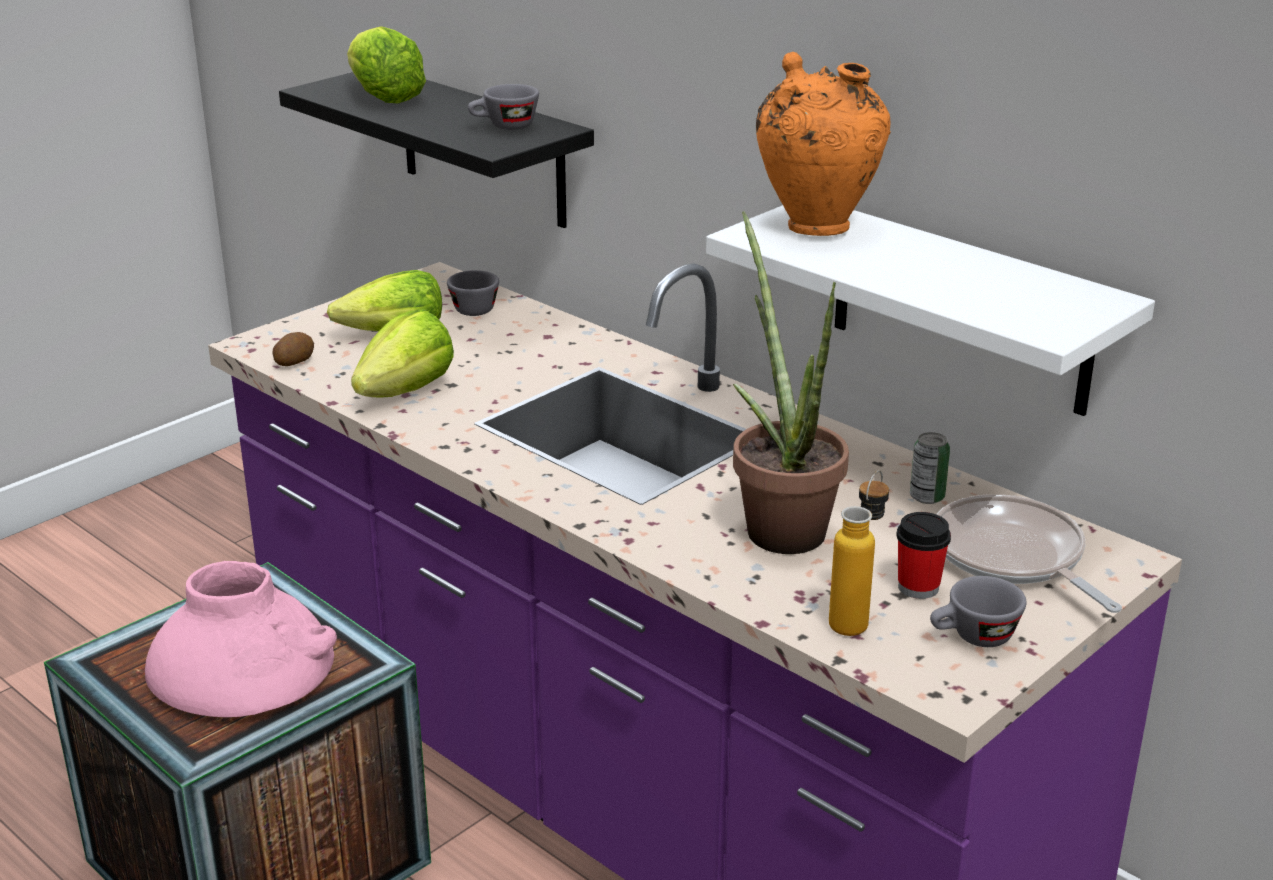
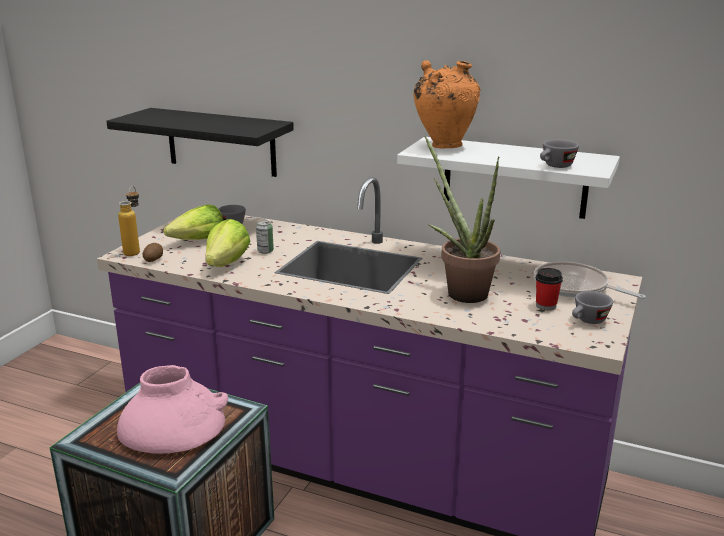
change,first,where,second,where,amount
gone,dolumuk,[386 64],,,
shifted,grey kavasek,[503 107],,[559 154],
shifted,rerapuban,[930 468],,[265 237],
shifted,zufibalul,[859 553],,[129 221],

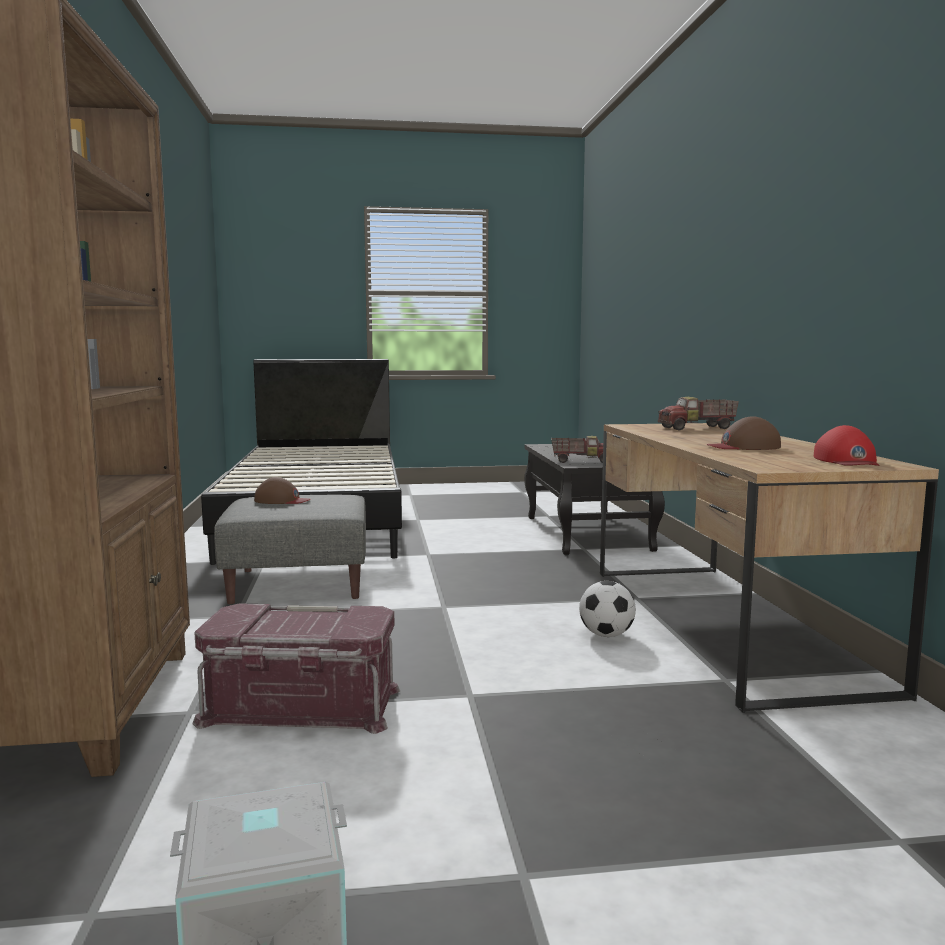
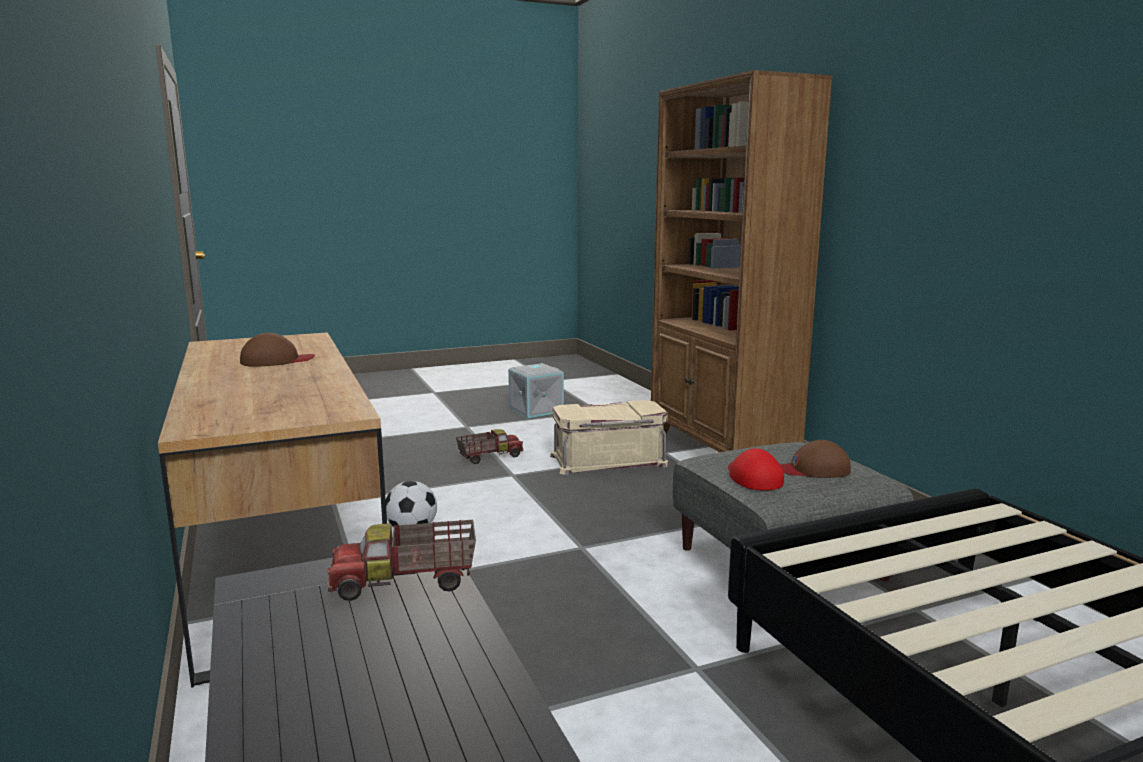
change,first,where,second,where,amount
shifted,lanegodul,[698 414],,[489 446],
shifted,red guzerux,[847 445],,[756 469],
repainted,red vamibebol,[296 669],beige vamibebol,[610 437],

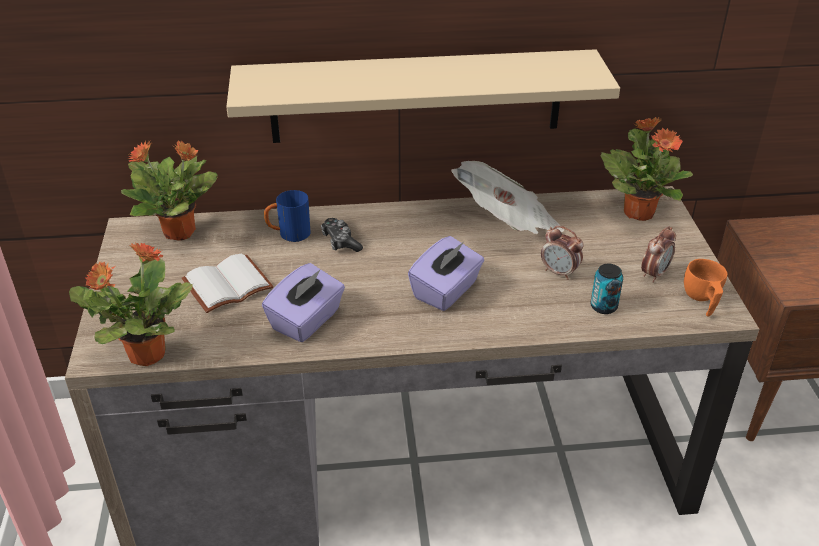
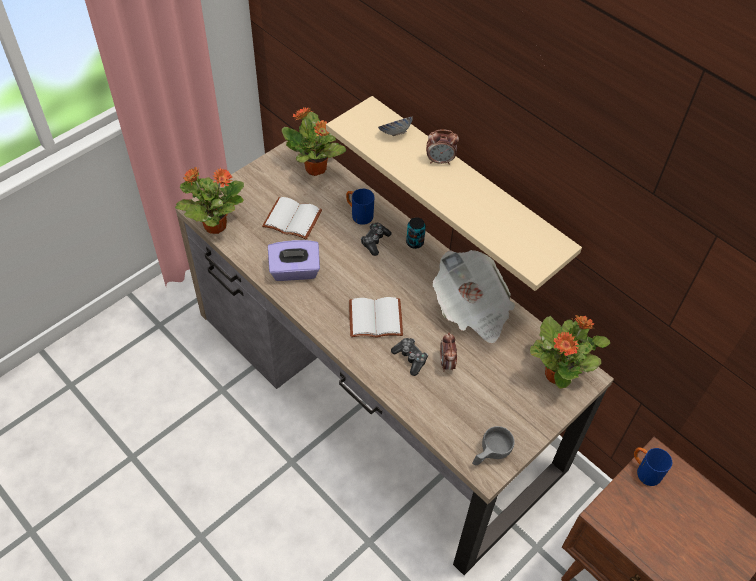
change,first,where,second,where,amount
shifted,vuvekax,[658 254],,[442 147],
swapped,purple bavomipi,[446 273],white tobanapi,[376 317],
repainted,orange kavasek,[705 288],grey kavasek,[493 445],
shifted,rerapuban,[606 289],,[416 233],
new,,,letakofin,[395 126],
new,,,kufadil,[409 357],
new,,,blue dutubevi,[653 466],

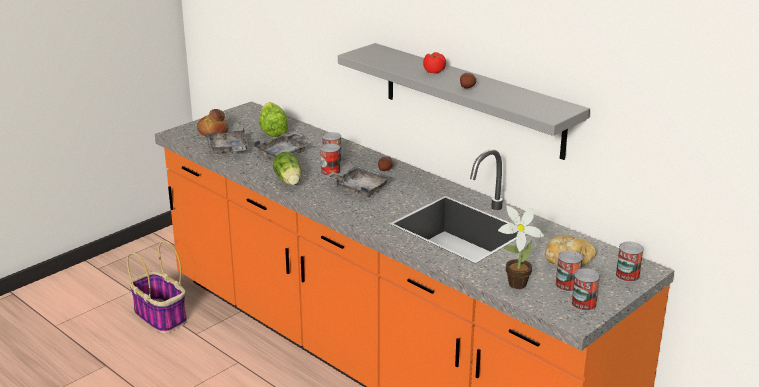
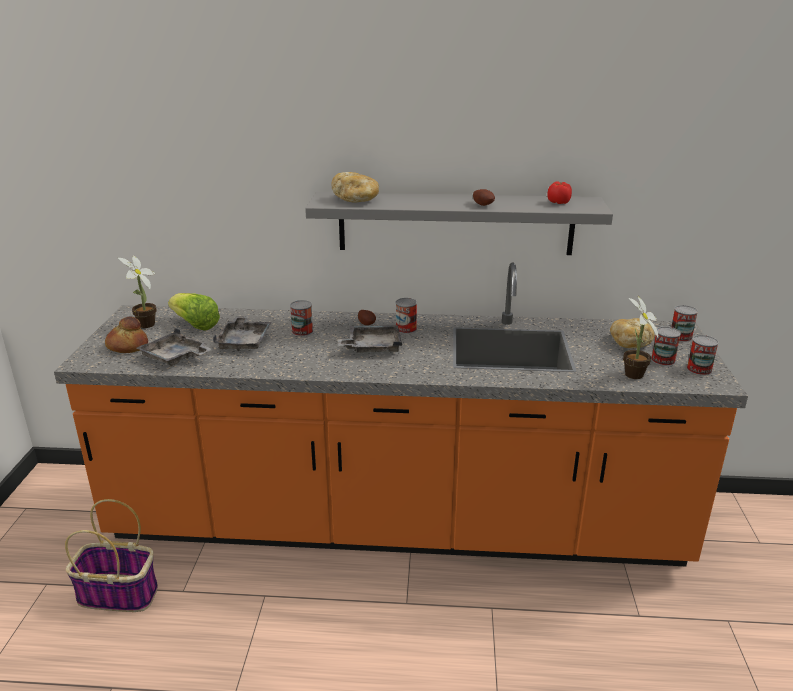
change,first,where,second,where,amount
shifted,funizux,[434 63],,[559 193],
shifted,rerapuban,[330 160],,[406 316],
gone,dolumuk,[287 168],,,
new,,,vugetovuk,[355 187],
new,,,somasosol,[137 291],

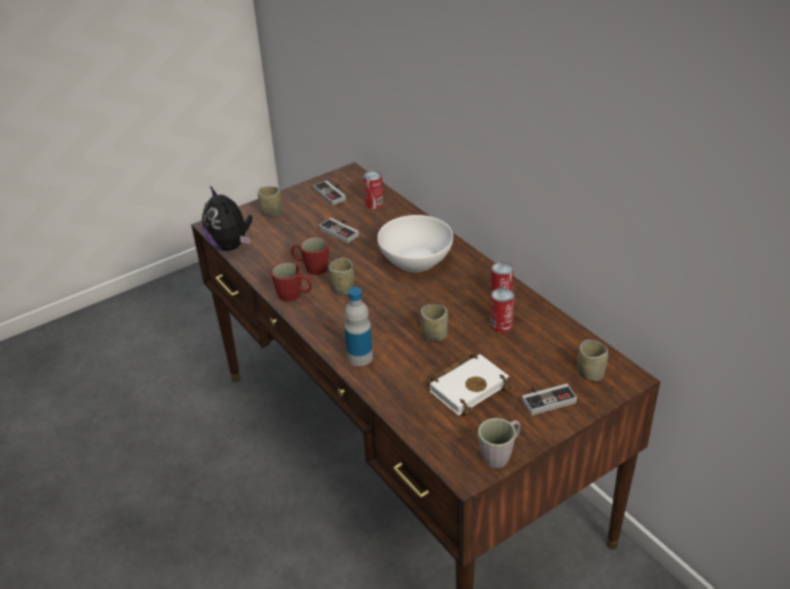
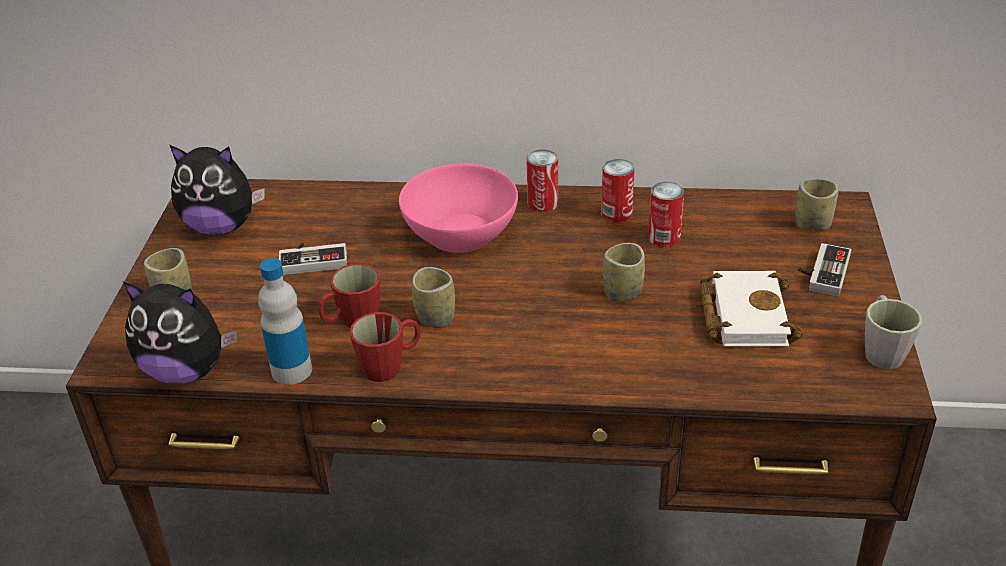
change,first,where,second,where,amount
shifted,rerapuban,[373 190],,[542 181],
swapped,kufadil,[329 193],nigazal,[217 190],
repainted,white letakofin,[415 243],pink letakofin,[458 208],
shifted,zufibalul,[358 326],,[285 321],

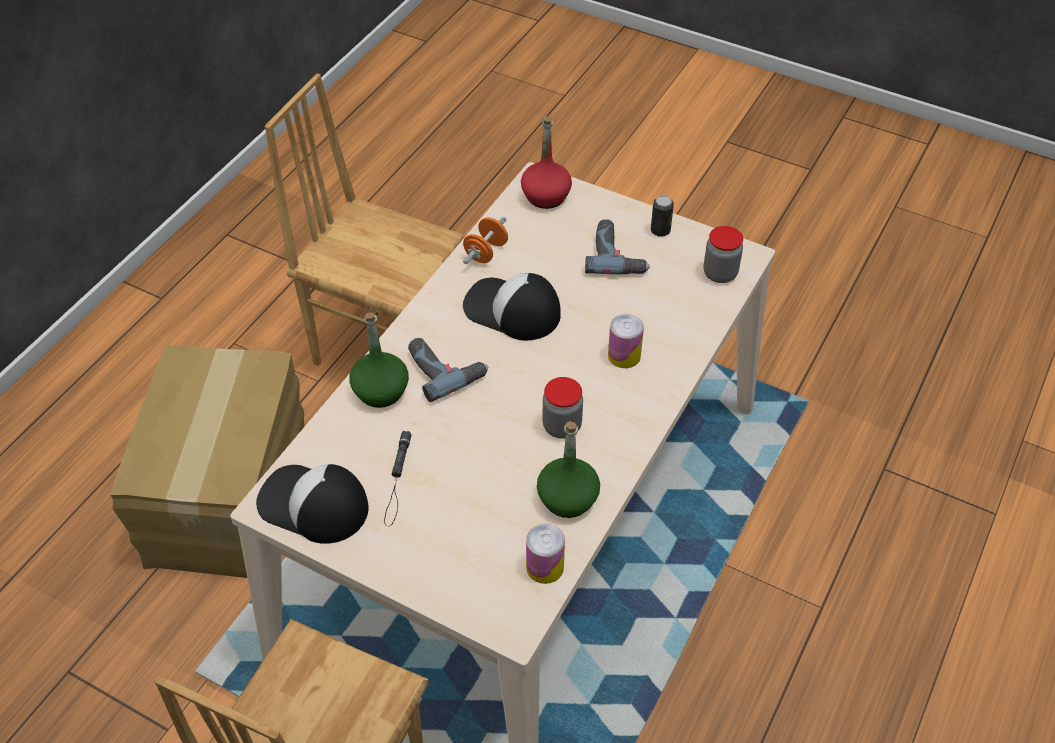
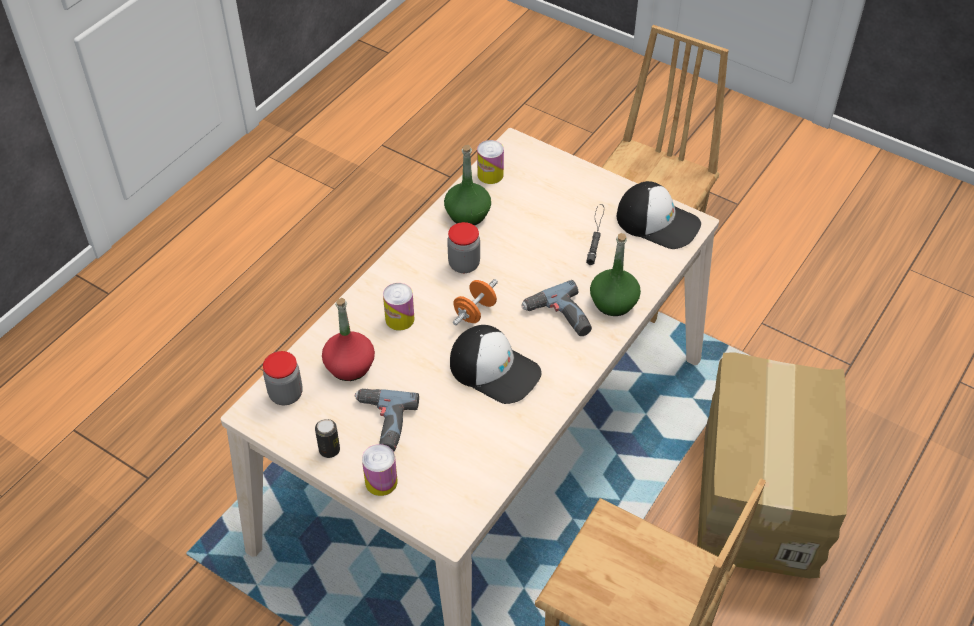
change,first,where,second,where,amount
shifted,red zufibalul,[546 162],,[348 339],
shifted,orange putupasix,[485 240],,[475 302],
new,,,rerapuban,[380 470],

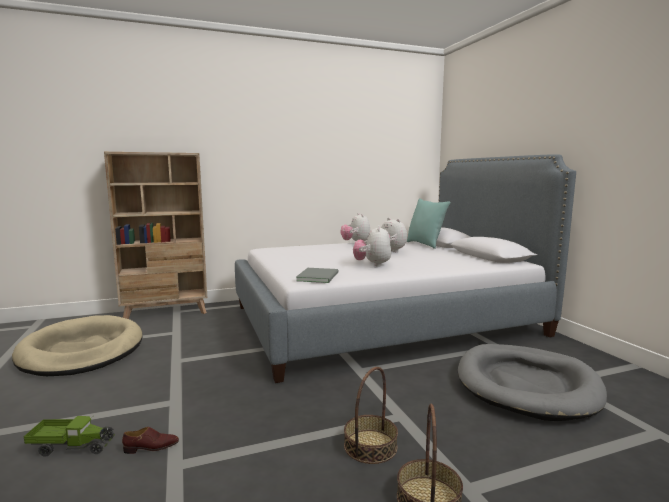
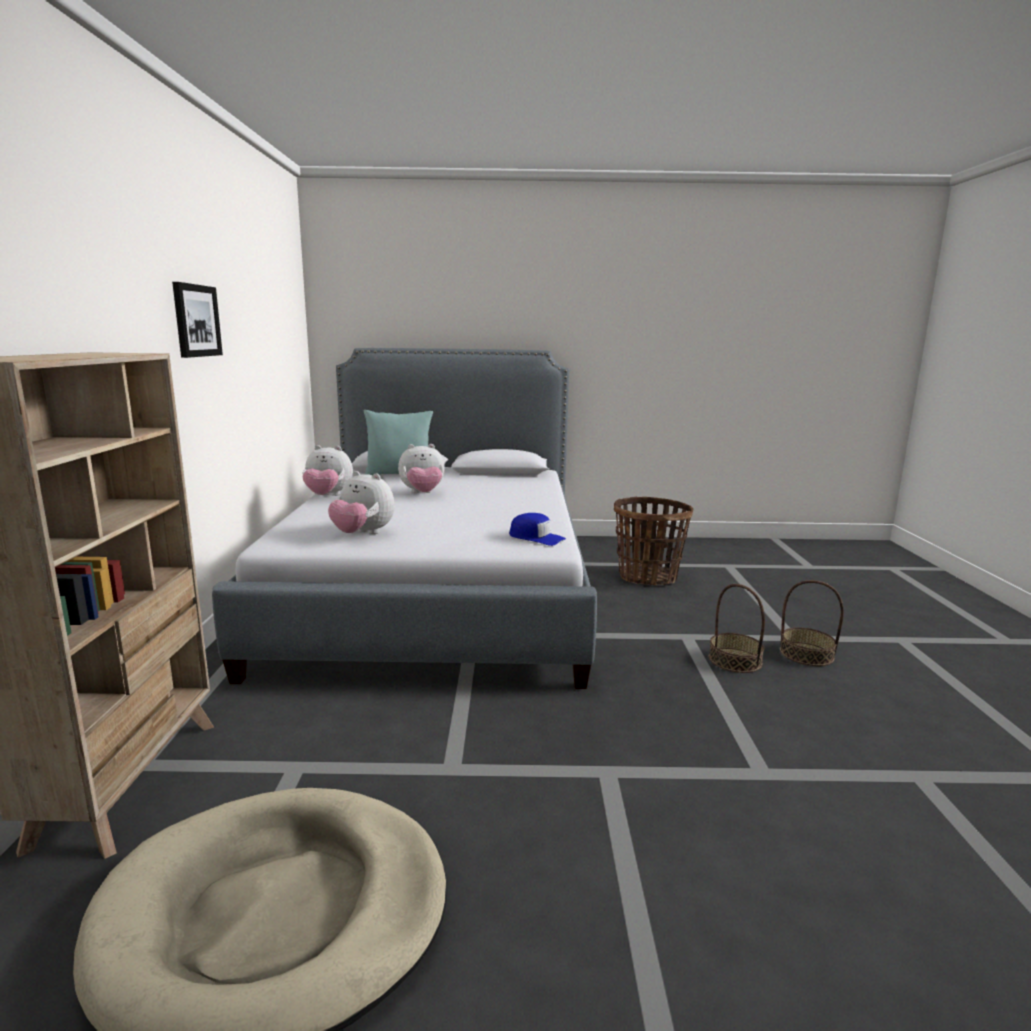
change,first,where,second,where,amount
shifted,nigazal,[372 246],,[361 502],
swapped,grey tobanapi,[317 275],blue guzerux,[537 529],
swapped,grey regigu,[532 382],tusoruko,[653 541],
gone,lanegodul,[69 436],,,
gone,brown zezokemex,[150 440],,,
new,,,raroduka,[197 320],

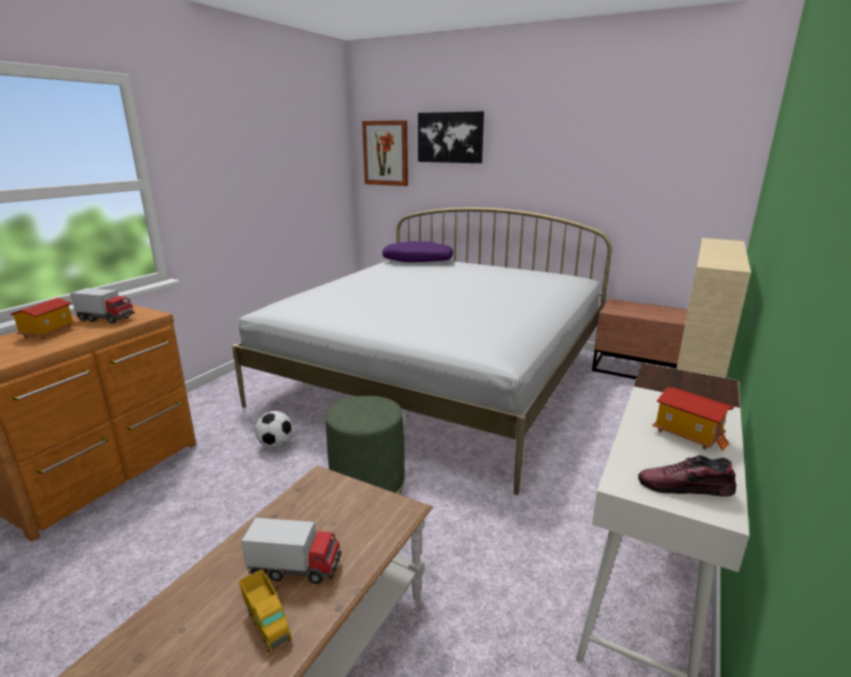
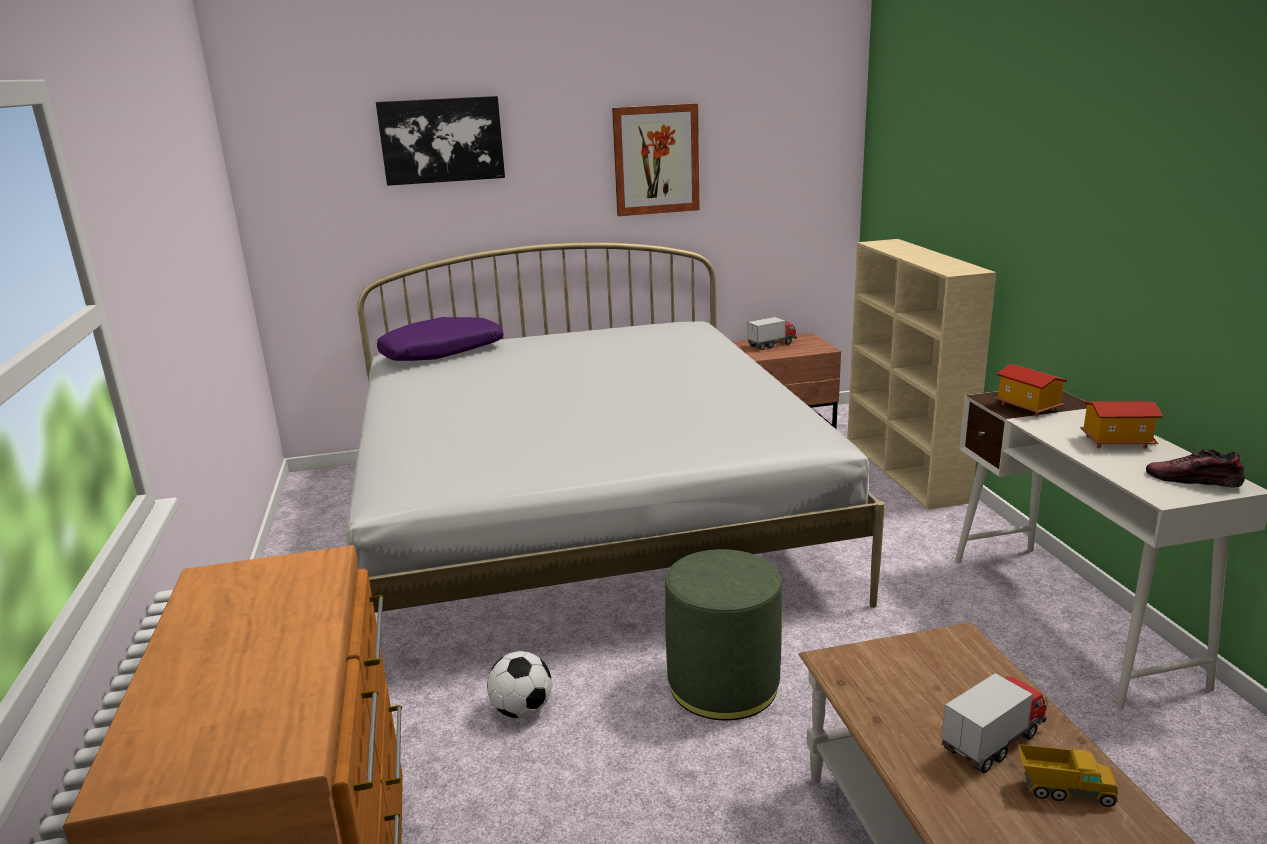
change,first,where,second,where,amount
shifted,raroduka,[385 153],,[656 159],
shifted,lanegodul,[102 306],,[772 333],
shifted,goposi,[43 318],,[1031 390],
rotated,zezokemex,[687 476],,[1195 468],60 degrees clockwise

